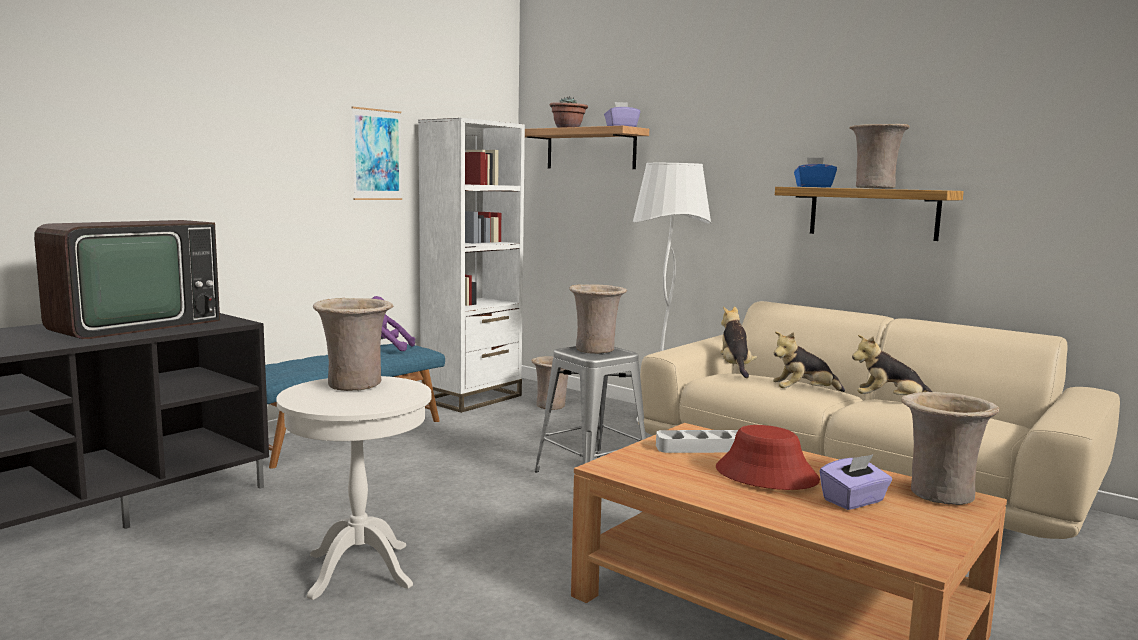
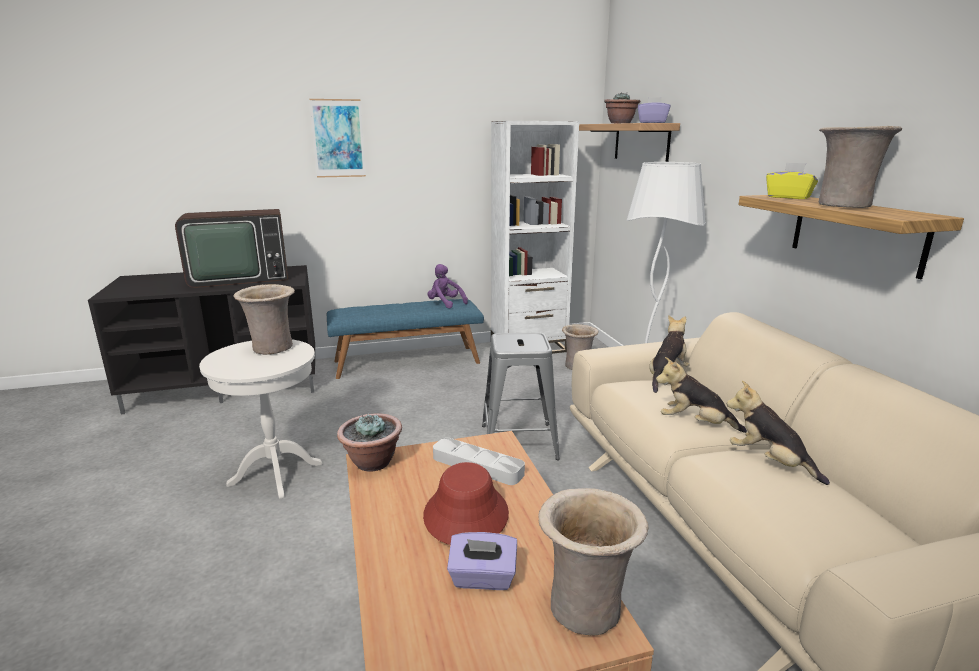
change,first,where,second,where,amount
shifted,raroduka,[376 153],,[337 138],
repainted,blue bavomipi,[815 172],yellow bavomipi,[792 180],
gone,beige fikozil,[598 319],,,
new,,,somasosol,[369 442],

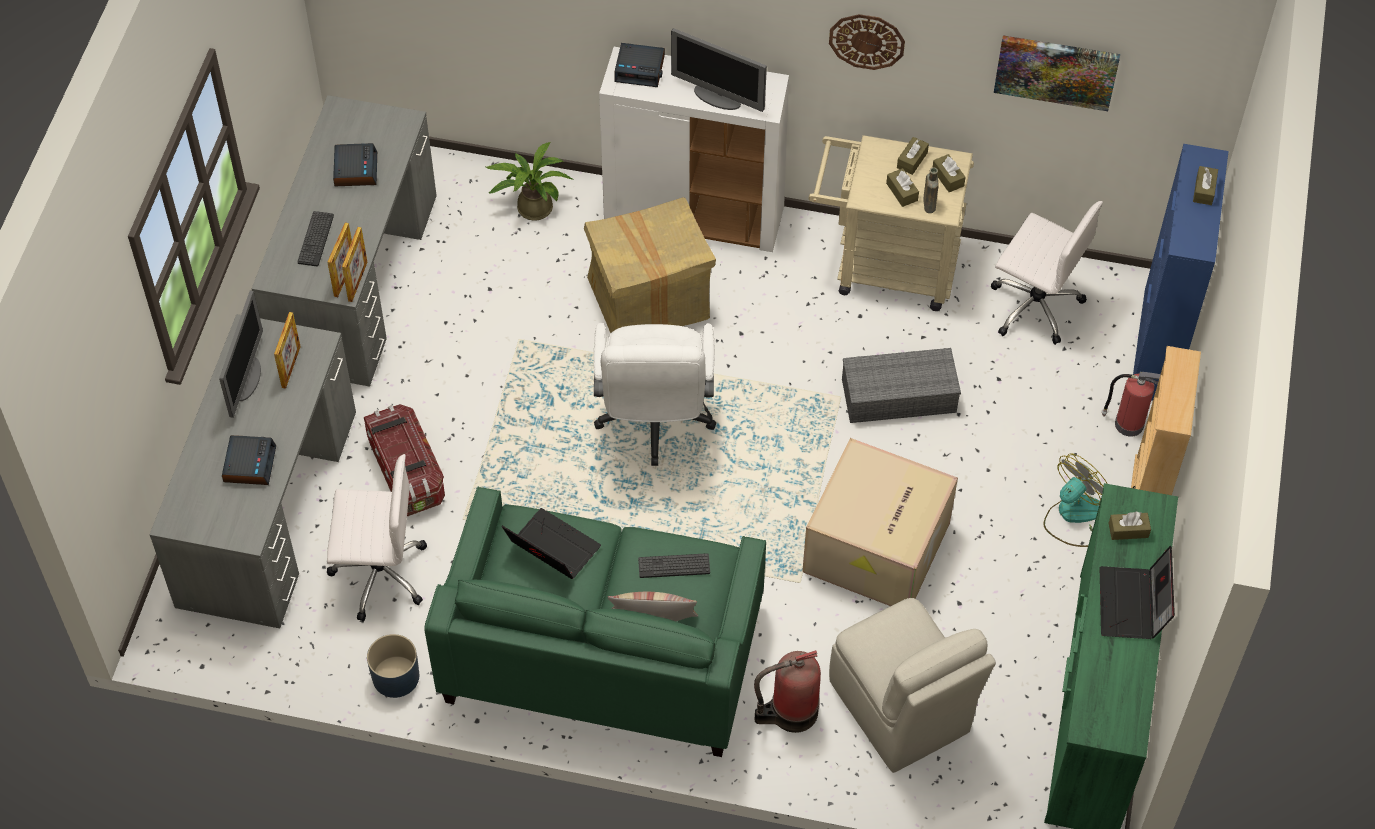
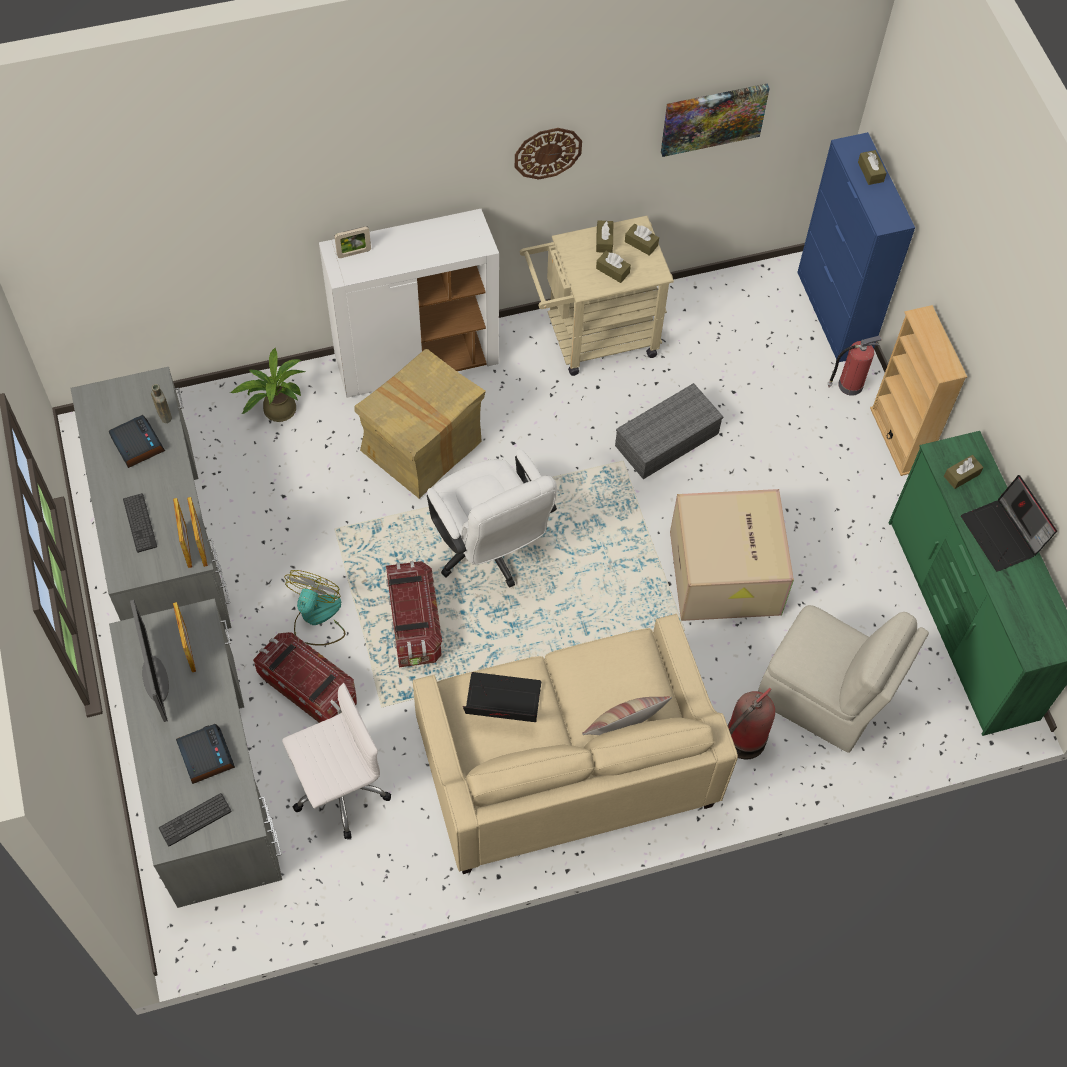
change,first,where,second,where,amount
gone,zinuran,[719 70],,,
swapped,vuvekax,[639 65],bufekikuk,[352 242],
shifted,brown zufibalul,[931 190],,[161 403],
gone,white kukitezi,[1047 273],,,
shifted,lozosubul,[1076 500],,[314 608],
repainted,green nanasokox,[595 622],beige nanasokox,[575 744],
shifted,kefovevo,[674 565],,[195 819],
gone,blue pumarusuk,[393 666],,,
new,,,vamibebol,[414 614],

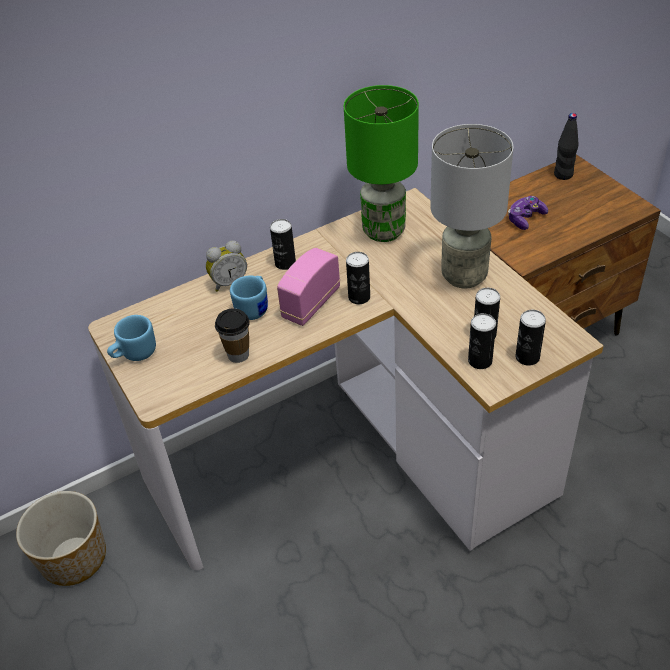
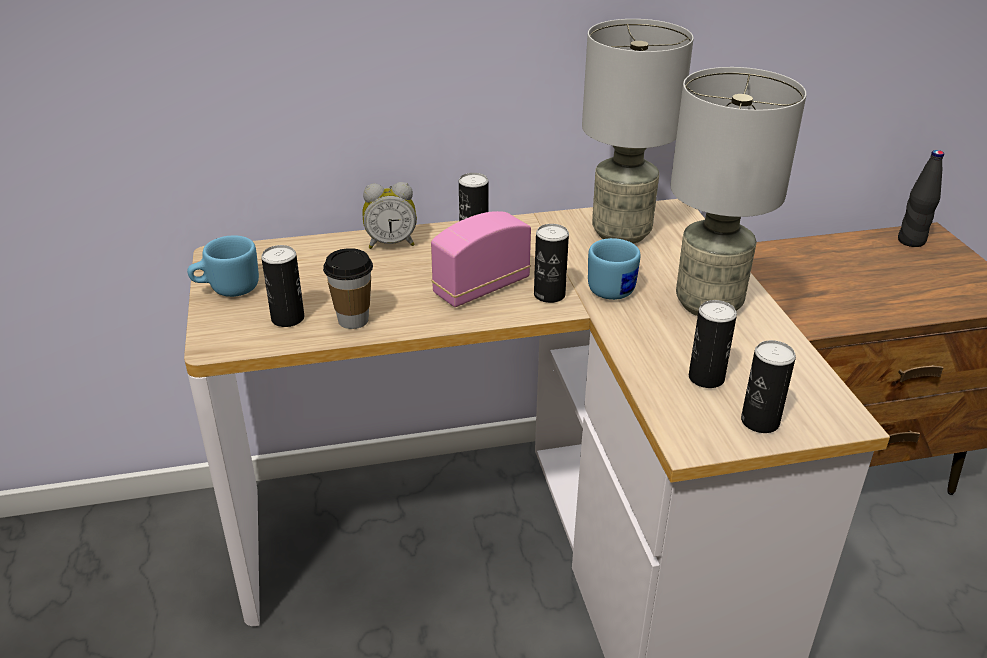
change,first,where,second,where,amount
repainted,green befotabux,[381 163],grey befotabux,[638 131],
gone,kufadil,[528 213],,,
shifted,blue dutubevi,[249 298],,[614 269],
shifted,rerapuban,[482 341],,[283 286],
gone,pumarusuk,[61 538],,,

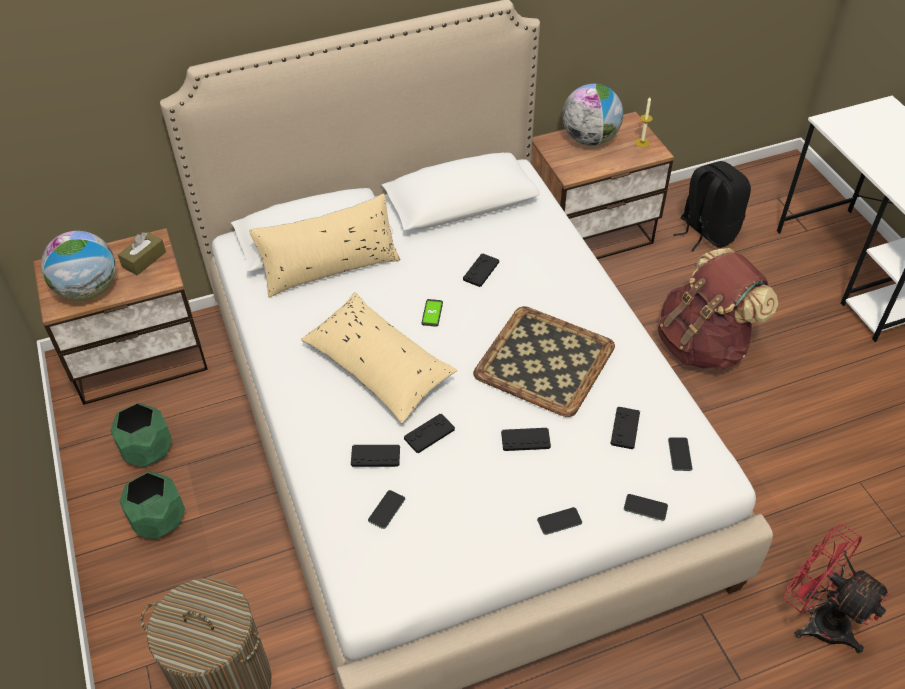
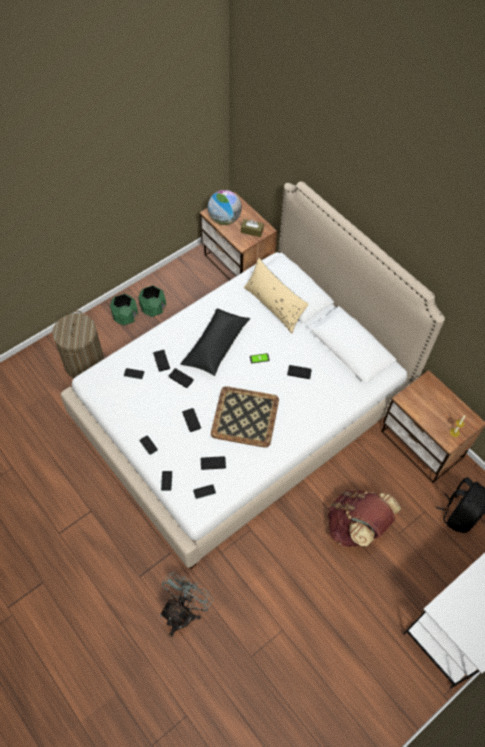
change,first,where,second,where,amount
gone,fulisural,[592 115],,,
repainted,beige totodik,[379 357],black totodik,[215 342],
shifted,green pumarusuk,[141 435],,[124 309],
repainted,red lozosubul,[837 588],grey lozosubul,[186 604],

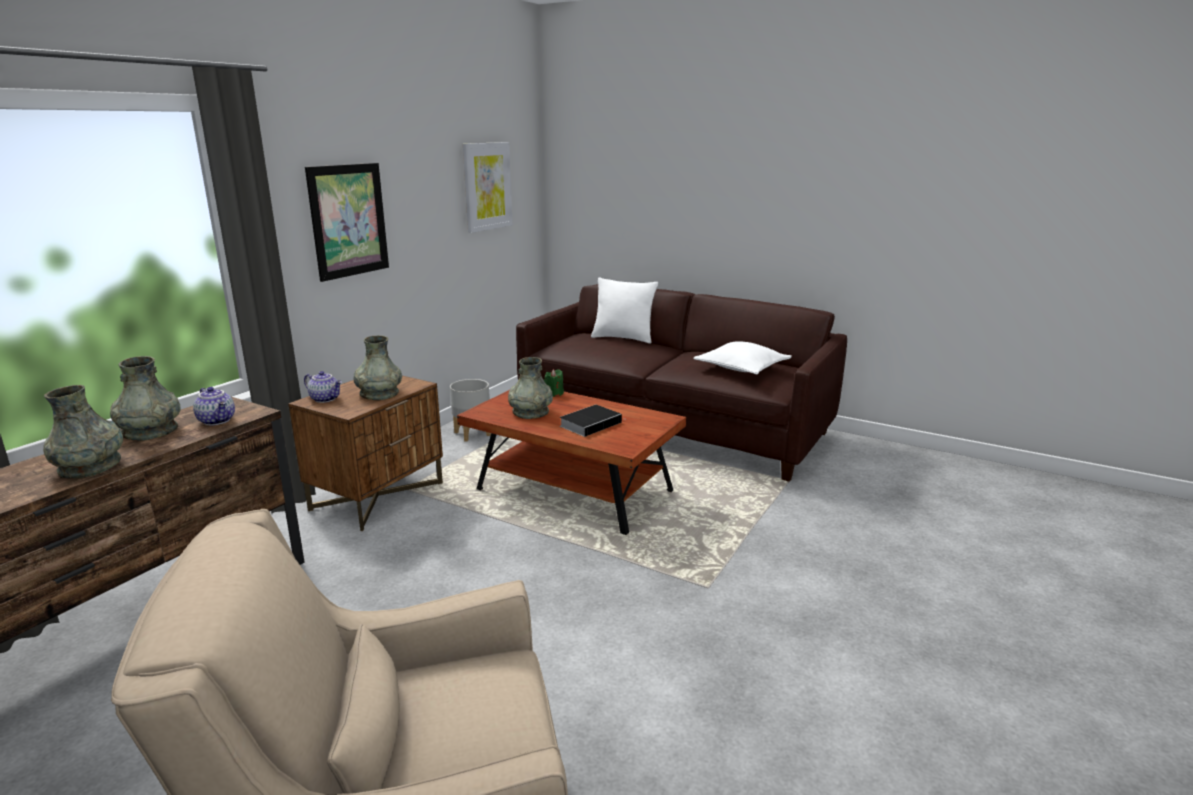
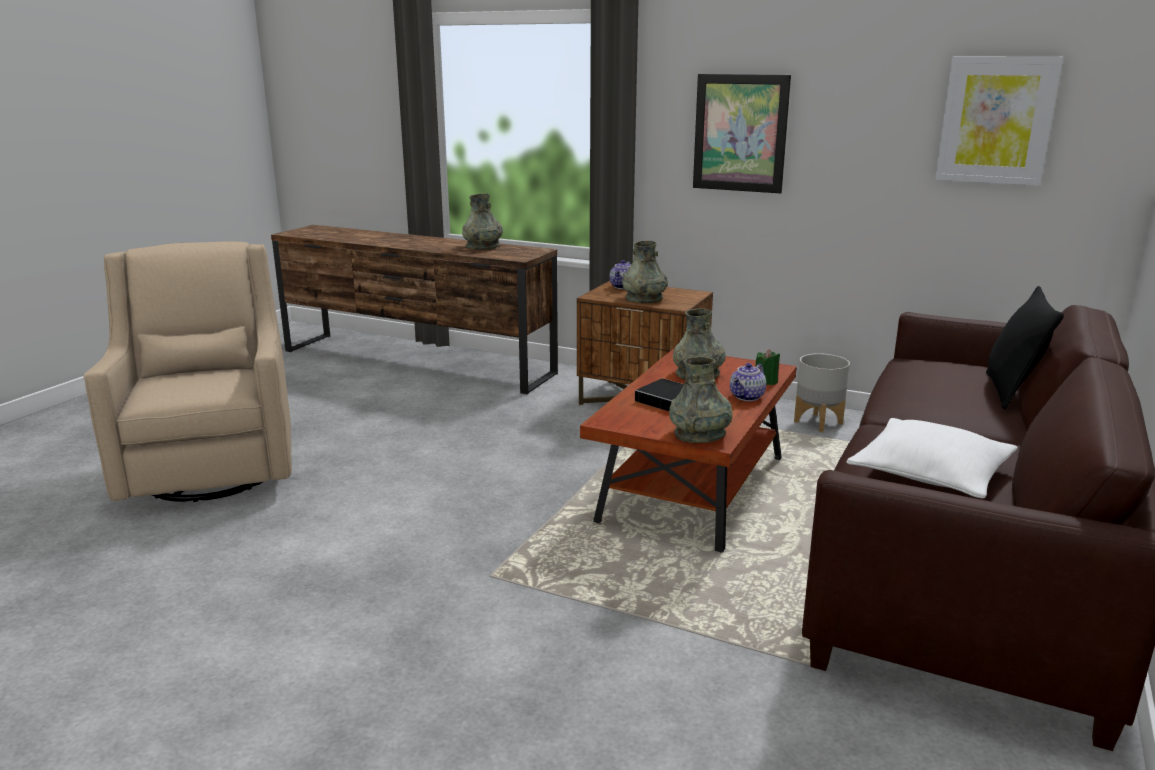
change,first,where,second,where,amount
repainted,white totodik,[624 310],black totodik,[1025 347],
shifted,grey fikozil,[83 432],,[701 400],
shifted,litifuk,[214 406],,[748 382],

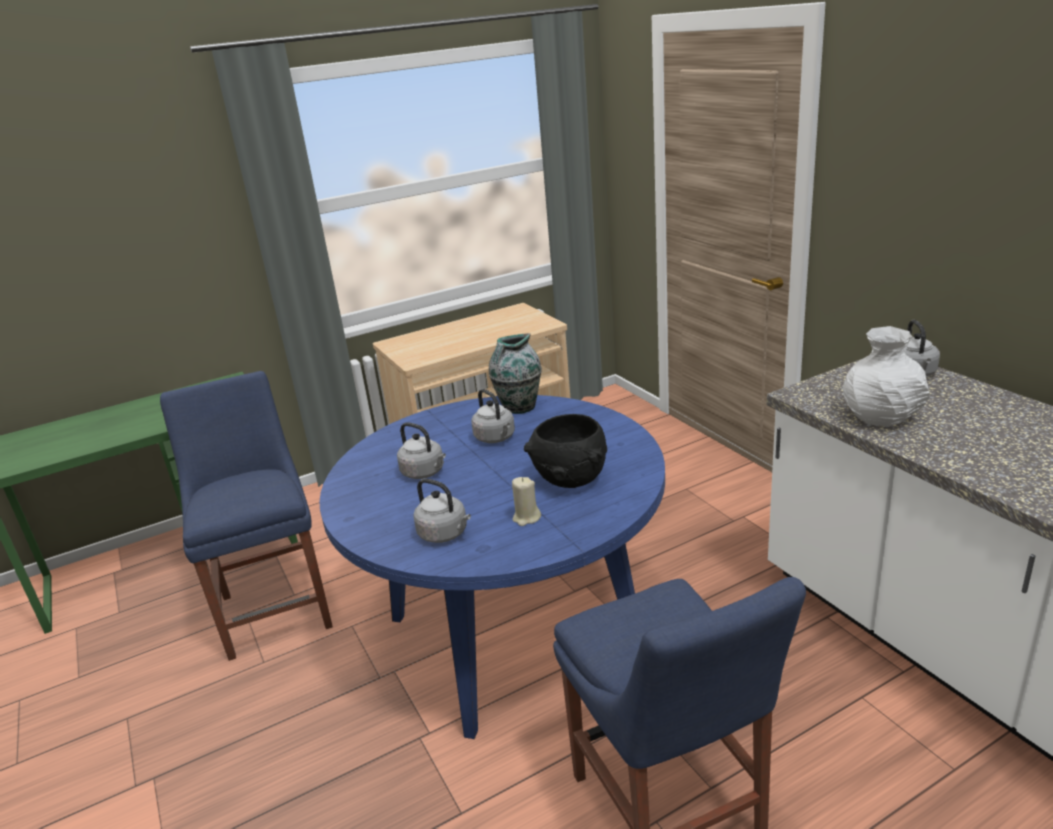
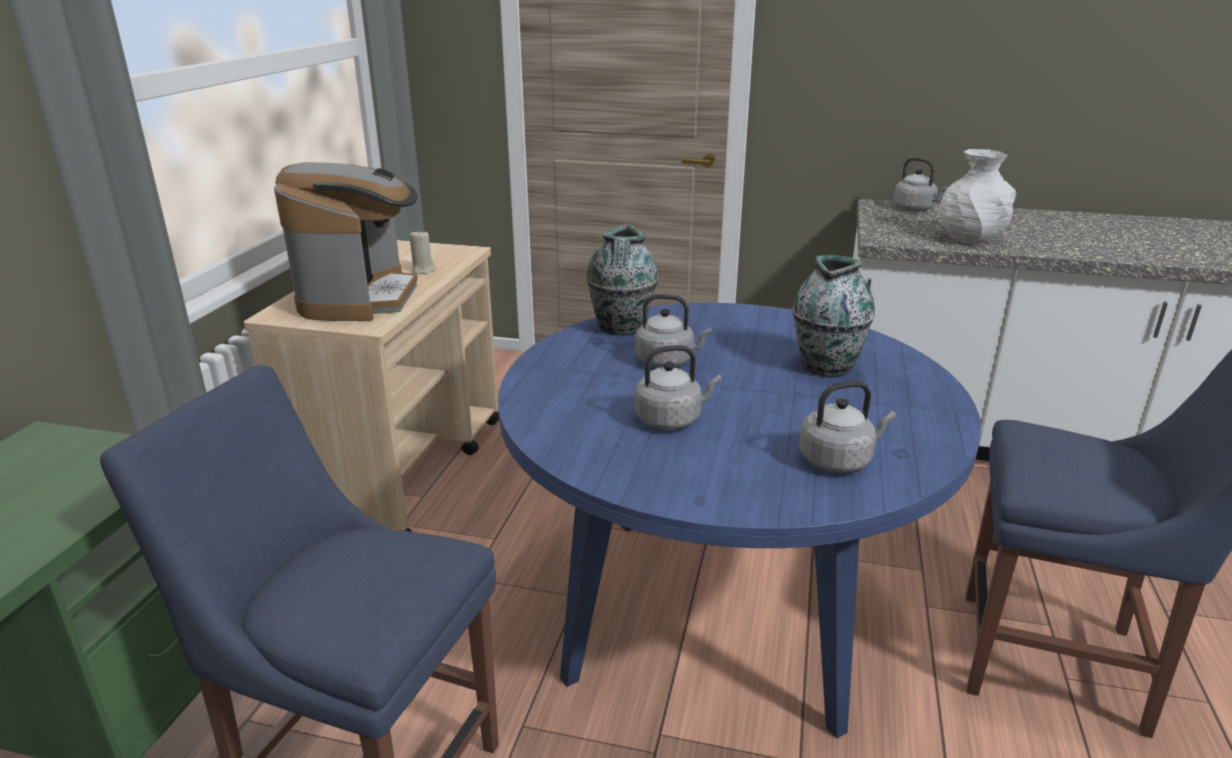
change,first,where,second,where,amount
swapped,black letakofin,[565 451],fikozil,[833 316],
shifted,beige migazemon,[526 501],,[422 252],
new,,,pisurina,[346 241],

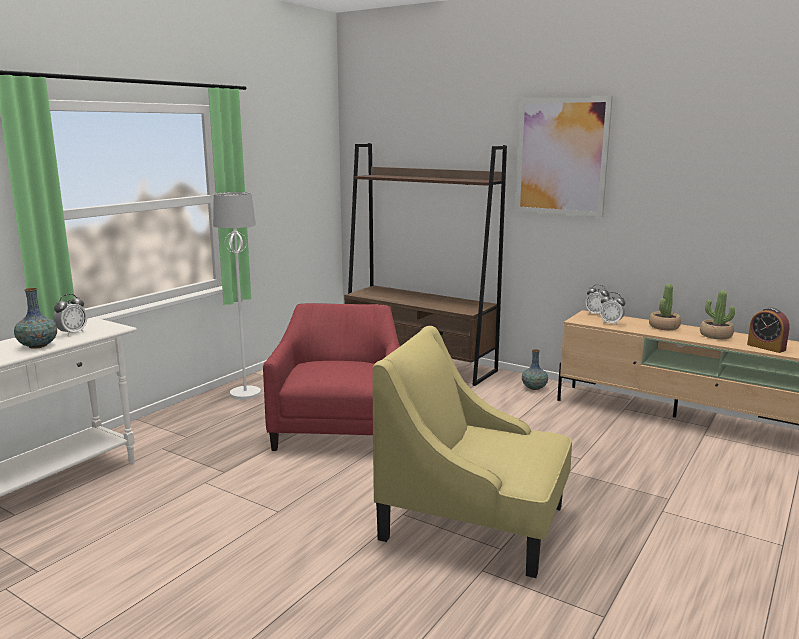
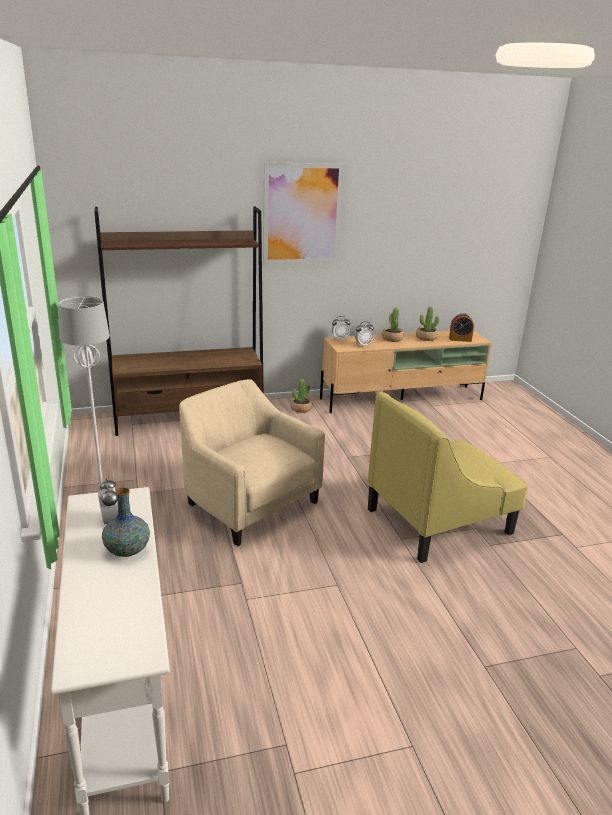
change,first,where,second,where,amount
repainted,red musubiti,[331 377],beige musubiti,[252 462],
swapped,fikozil,[535 369],somasosol,[301 396],

